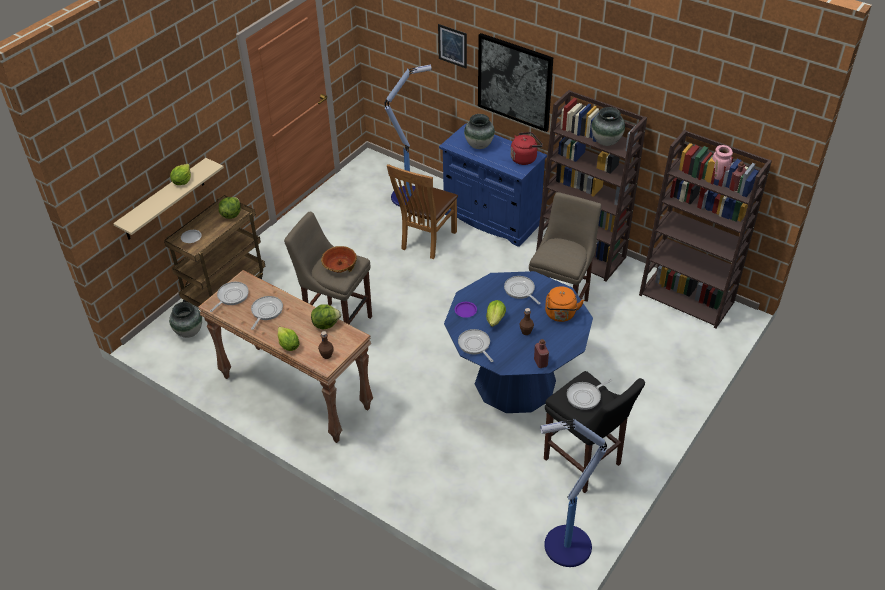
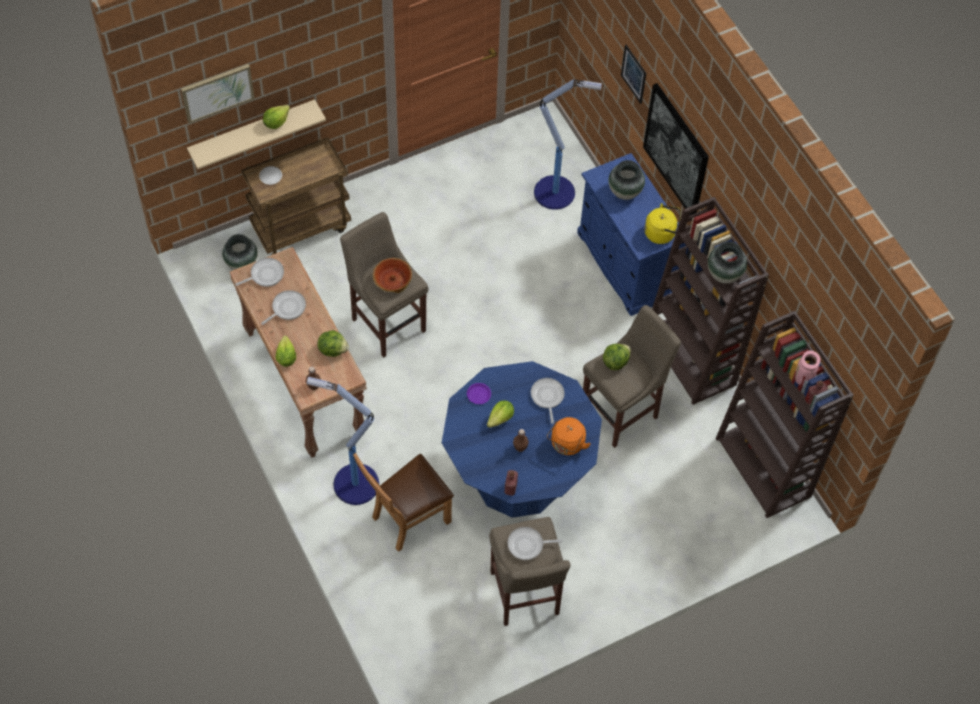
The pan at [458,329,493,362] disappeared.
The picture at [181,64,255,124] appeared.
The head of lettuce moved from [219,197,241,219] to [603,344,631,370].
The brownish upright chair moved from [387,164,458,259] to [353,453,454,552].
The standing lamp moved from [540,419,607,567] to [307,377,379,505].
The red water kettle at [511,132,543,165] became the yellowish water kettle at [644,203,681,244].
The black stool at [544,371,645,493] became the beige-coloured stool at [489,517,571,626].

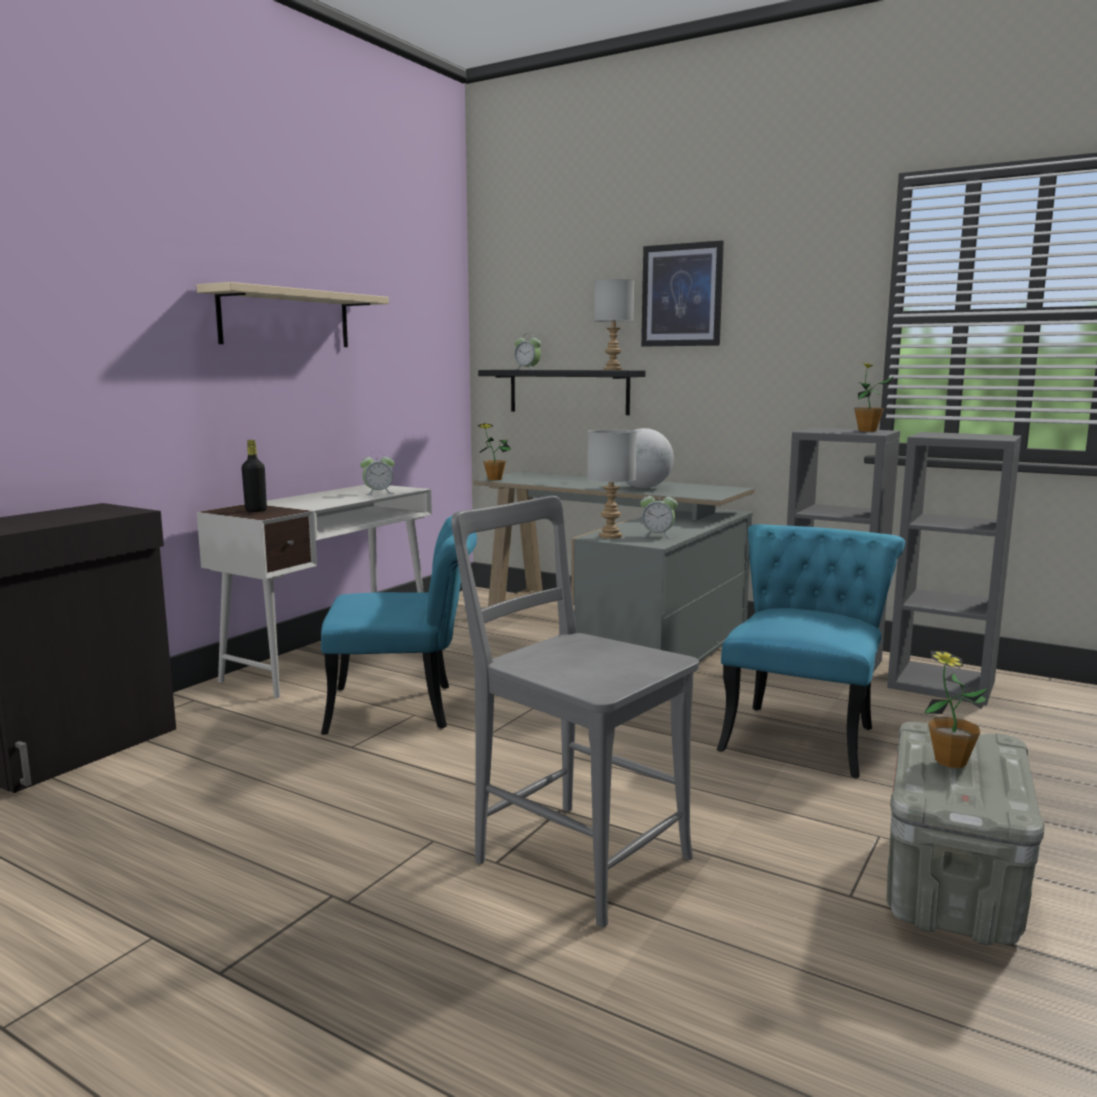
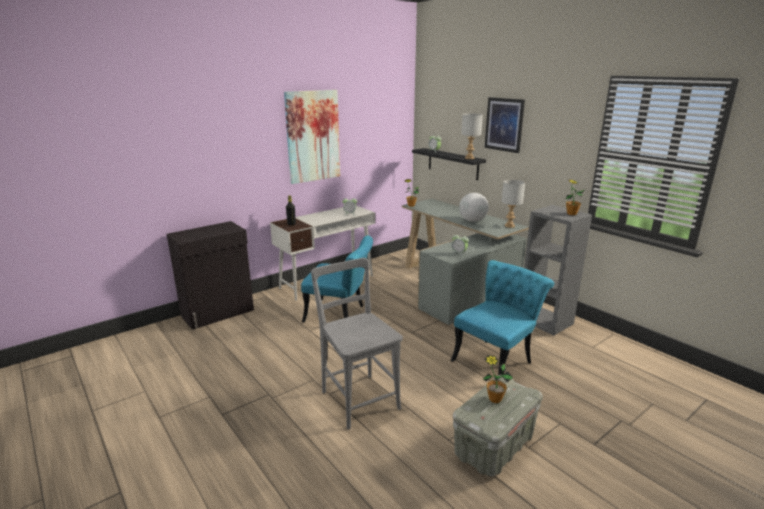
The grey bookcase at [887,432,1021,705] disappeared.
The grey tabletop lamp moved from [587,430,637,539] to [501,180,525,228].
The beige-coloured wall shelf at [196,282,389,347] was replaced by the picture at [284,90,340,184].

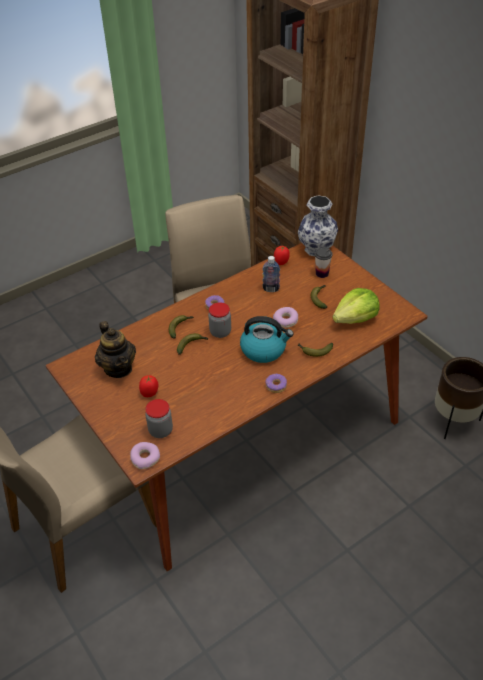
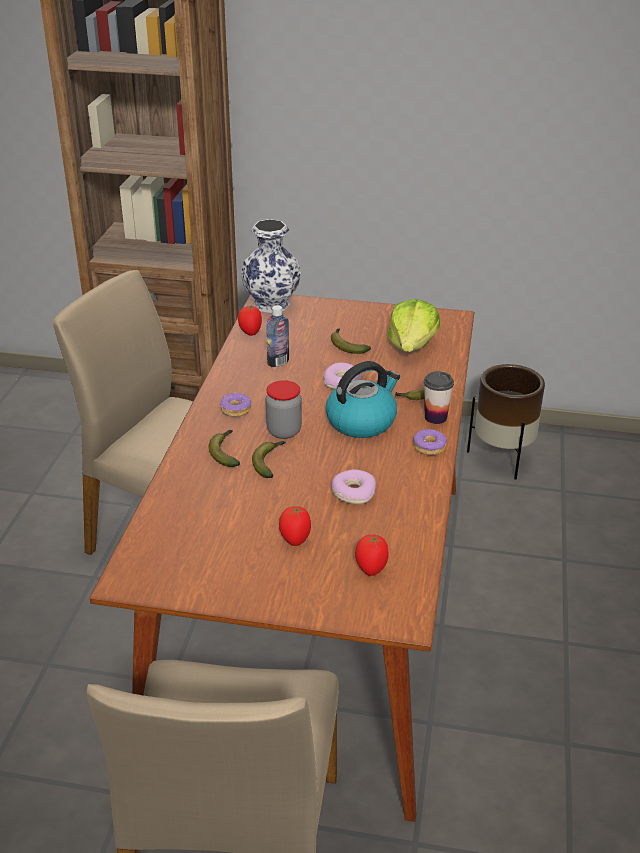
The teapot at [95,321,136,378] disappeared.
The doughnut moved from [130,442,160,469] to [331,469,376,505].
The small cup moved from [315,247,332,278] to [424,371,454,424].
The storage jar at [145,399,173,438] was replaced by the tomato at [355,534,388,576].

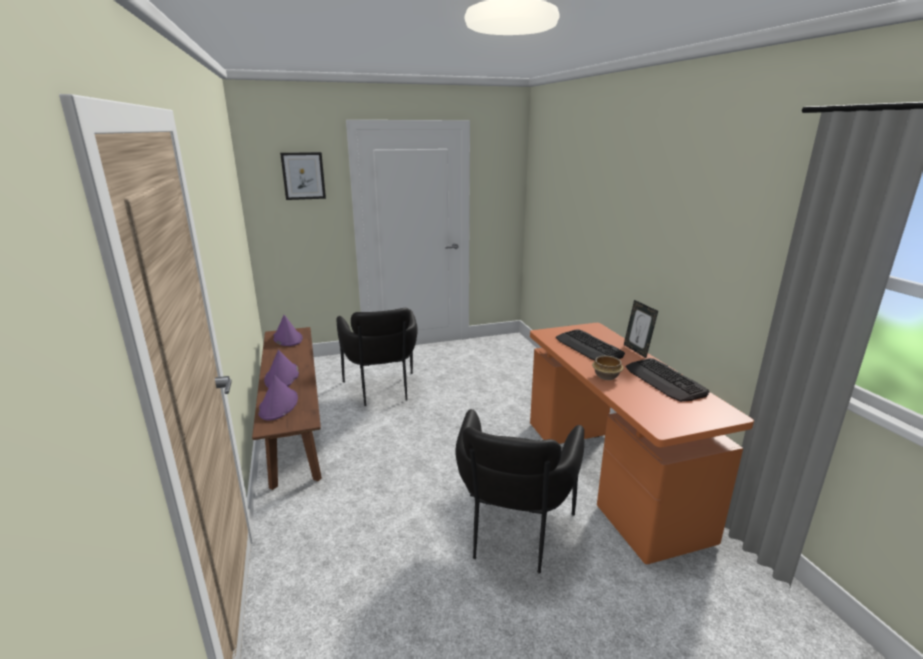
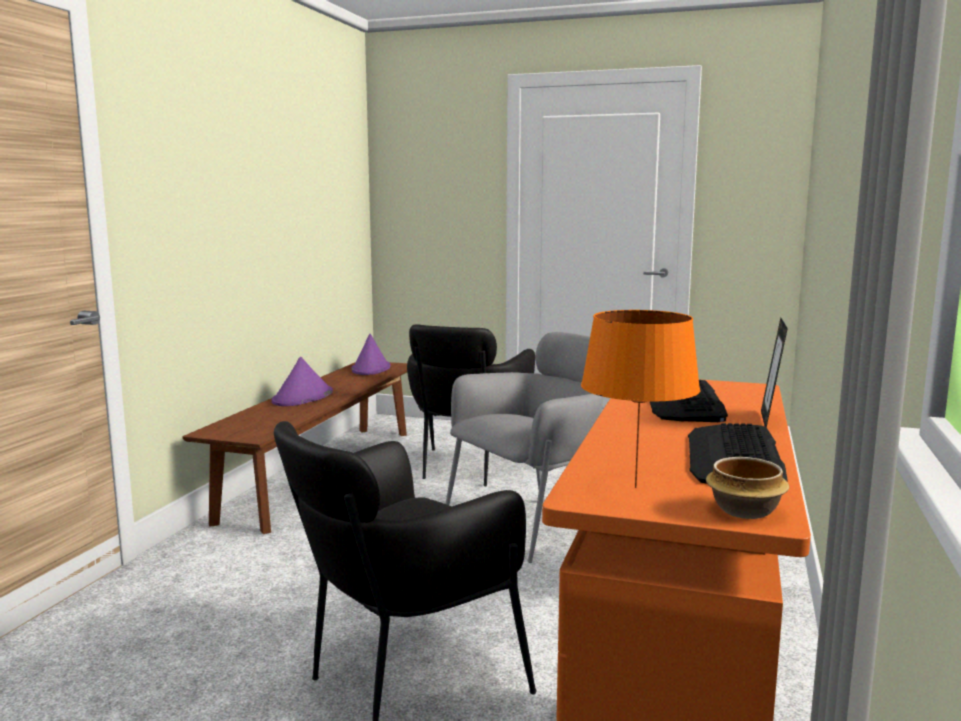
The purple wearable hat at [258,375,298,420] disappeared.
The picture at [280,152,326,200] disappeared.
The grey lounge chair at [446,332,603,563] appeared.
The orangey tabletop lamp at [581,310,700,488] appeared.
The bowl moved from [592,356,624,380] to [706,457,789,519].

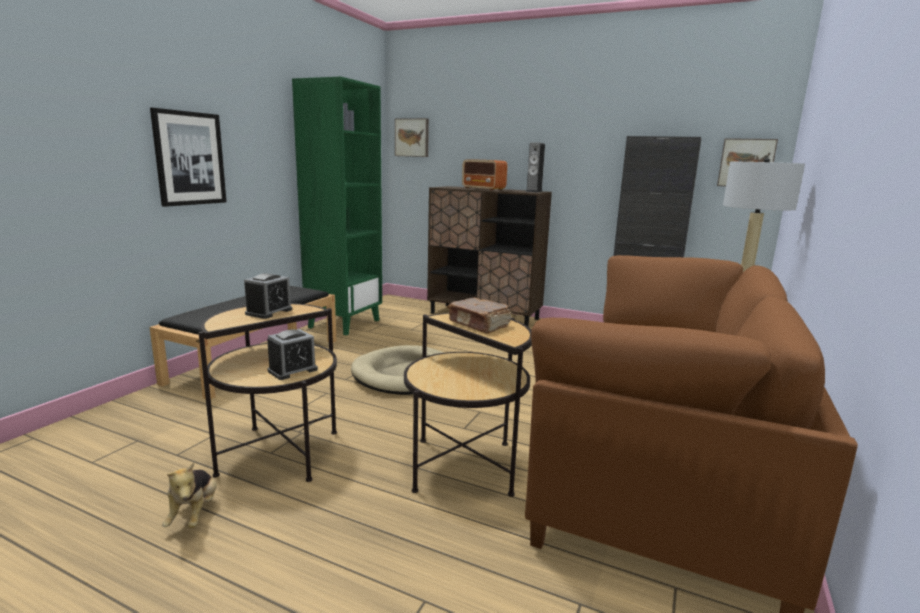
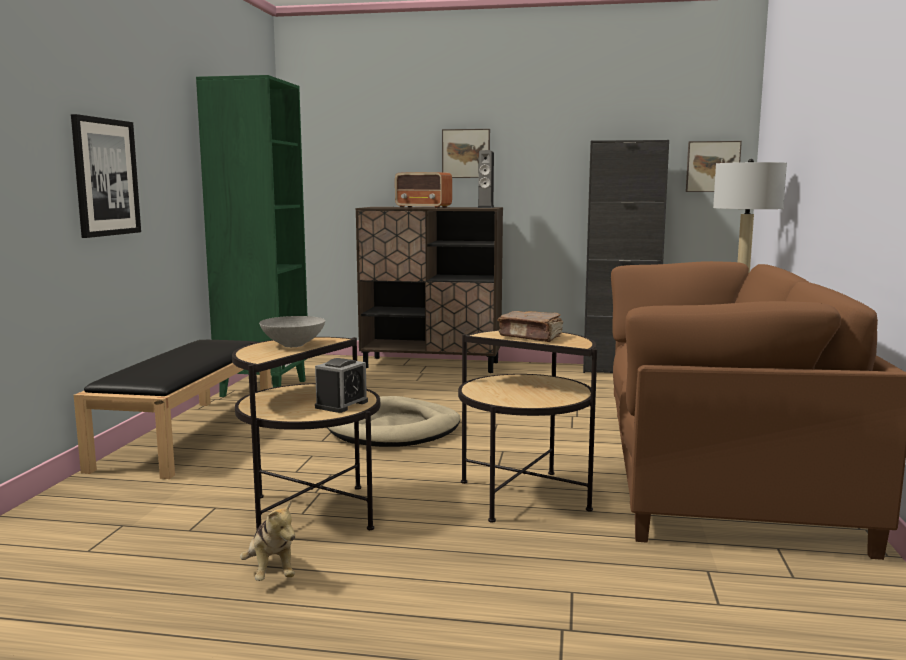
The picture moved from [395,118,429,157] to [442,129,490,178].
The alarm clock at [244,273,292,319] was replaced by the grey bowl at [259,316,325,347].

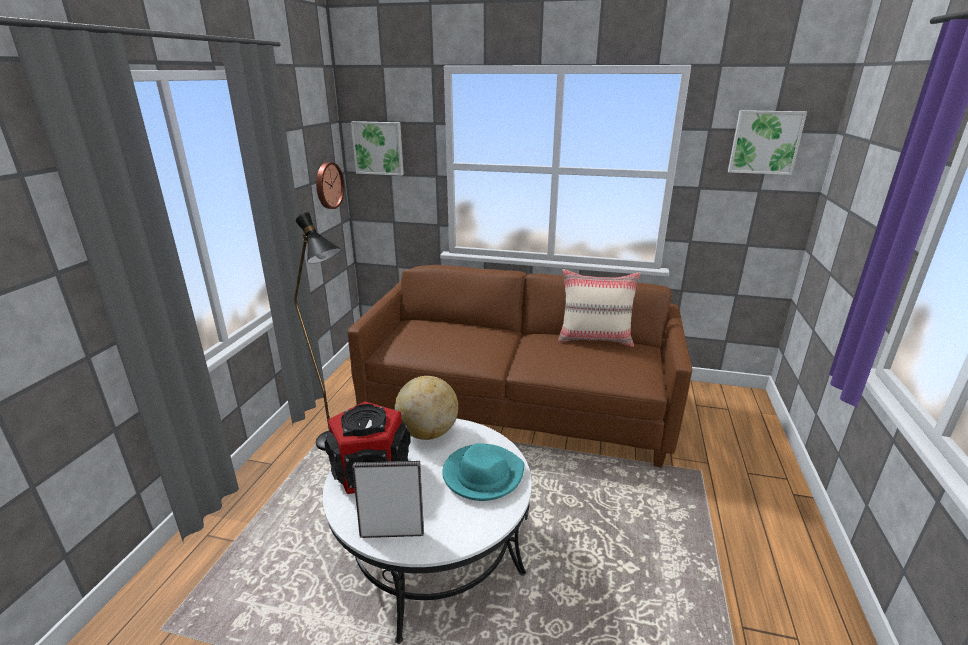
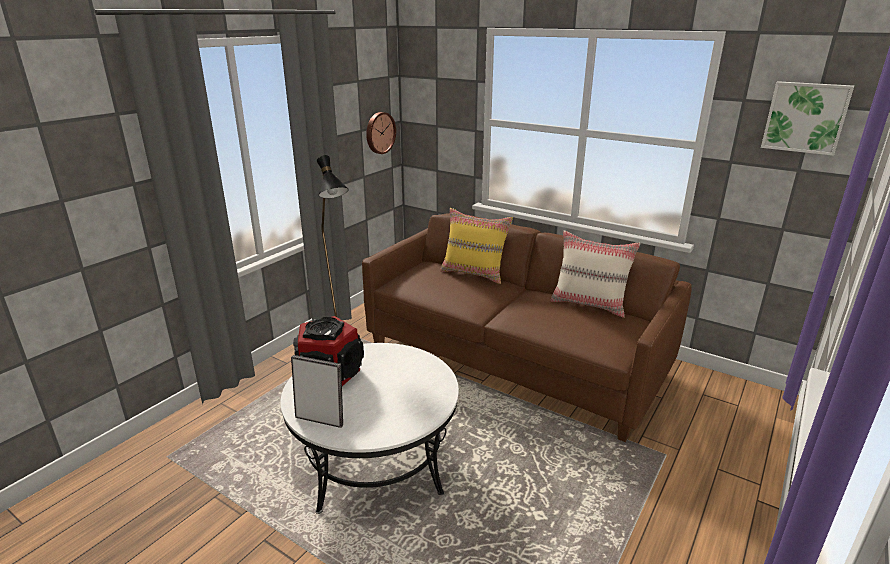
The picture at [351,121,404,176] disappeared.
The desk globe at [395,376,458,440] disappeared.
The turquoise wearable hat at [442,443,525,501] disappeared.
The yellowish throw pillow at [440,208,513,284] appeared.

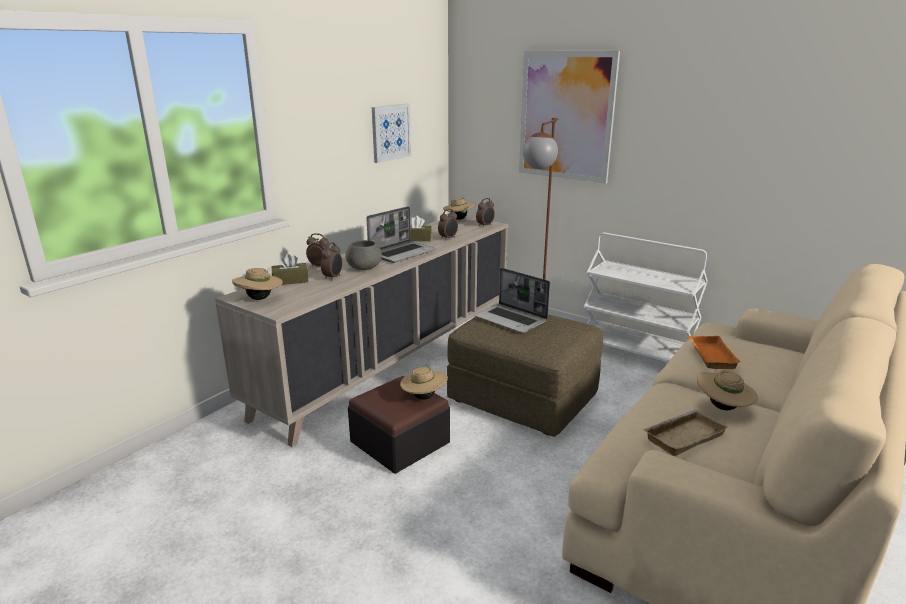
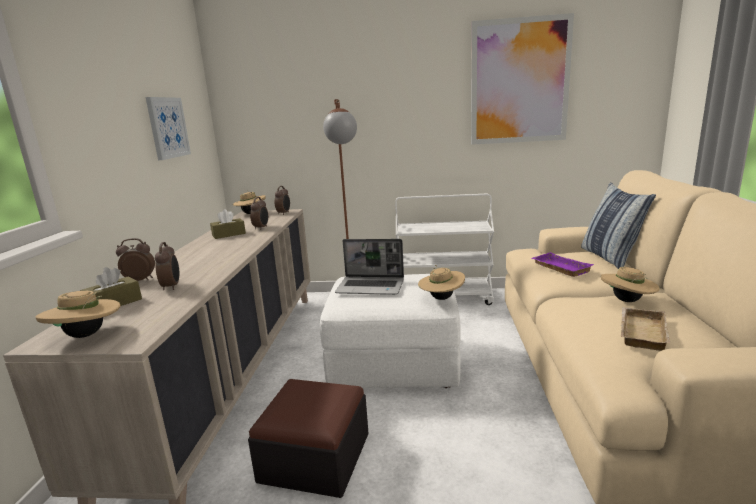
The grey bowl at [345,240,382,270] disappeared.
The laptop at [366,206,436,263] disappeared.
The throw pillow at [581,183,656,269] appeared.
The beige-coloured wearable hat moved from [400,363,448,400] to [418,265,465,300].
The picture moved from [519,51,620,184] to [471,13,574,145].
The brownish pouffe at [447,314,603,437] became the white pouffe at [320,274,461,388].
The orangey carrying tray at [688,336,741,369] became the purple carrying tray at [531,252,594,277].

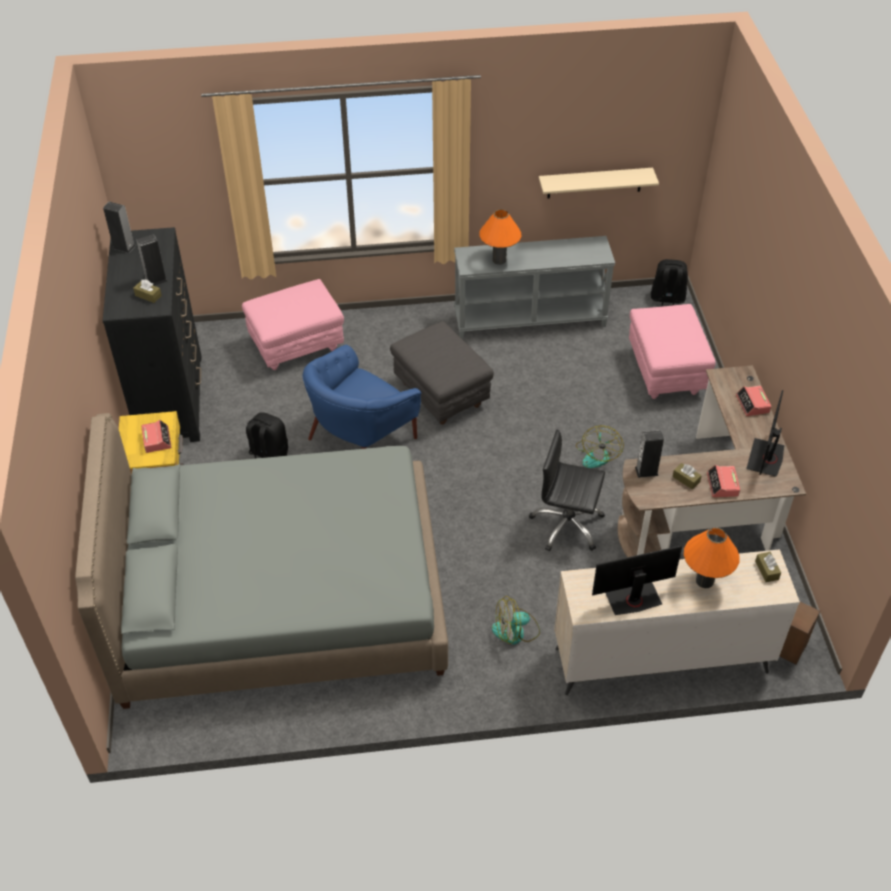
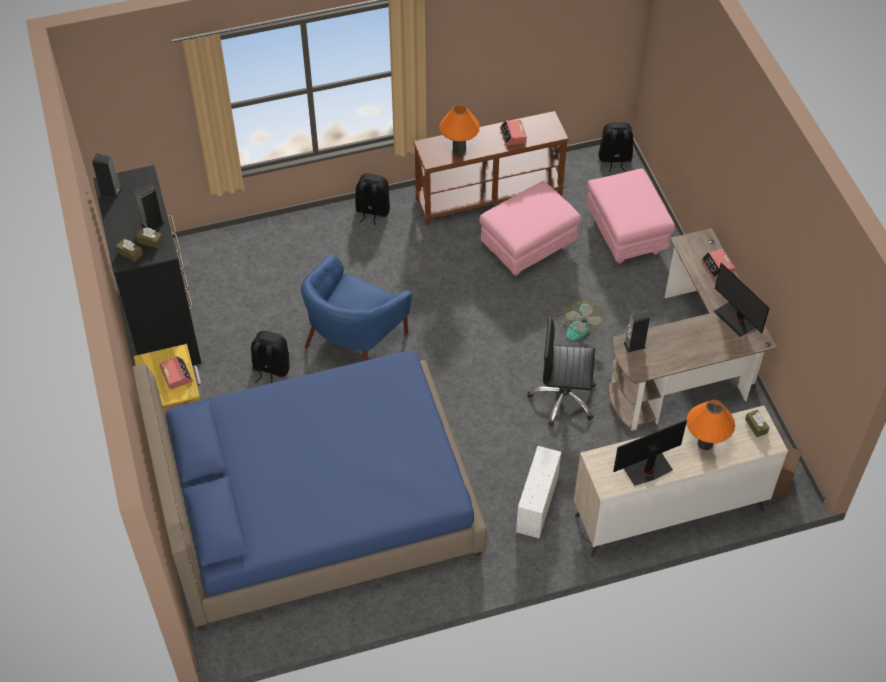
The grey pouffe at [390,321,494,425] disappeared.
The beige-coloured wall shelf at [539,168,659,198] disappeared.
The black backpack at [355,173,390,226] appeared.
The pink-coloured pouffe moved from [242,279,344,370] to [479,181,581,276].
The brownish box of tissues moved from [672,463,702,490] to [116,239,143,262].
The alarm clock moved from [707,465,740,497] to [500,119,527,146].
The electric fan at [492,596,540,644] was replaced by the white storage box at [516,446,561,539].
The grey bedroom bed at [75,413,448,709] became the blue bedroom bed at [133,351,487,630].
The grey narrow table at [454,236,615,339] became the brownish narrow table at [413,111,569,225].
The monitor at [746,390,784,477] turned 45 degrees counterclockwise.

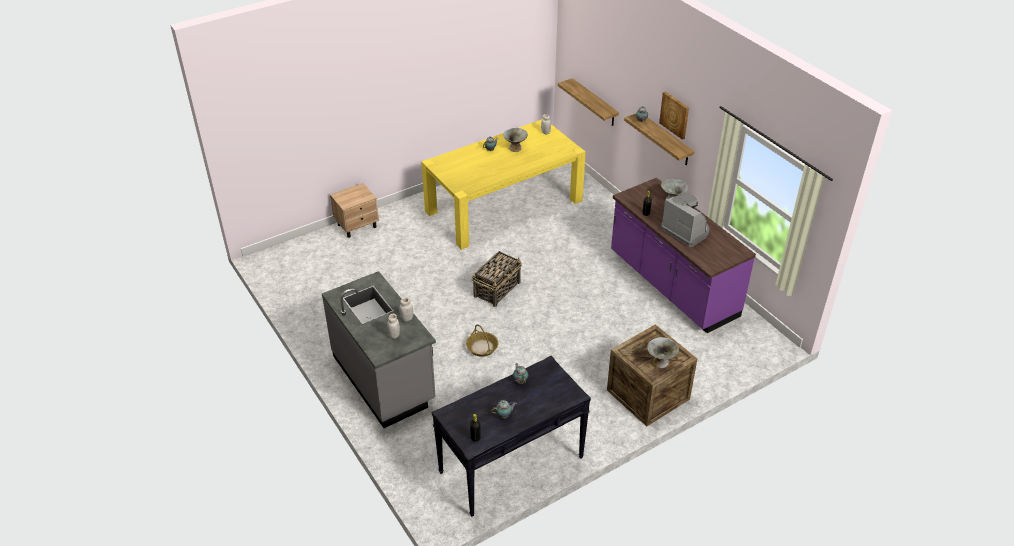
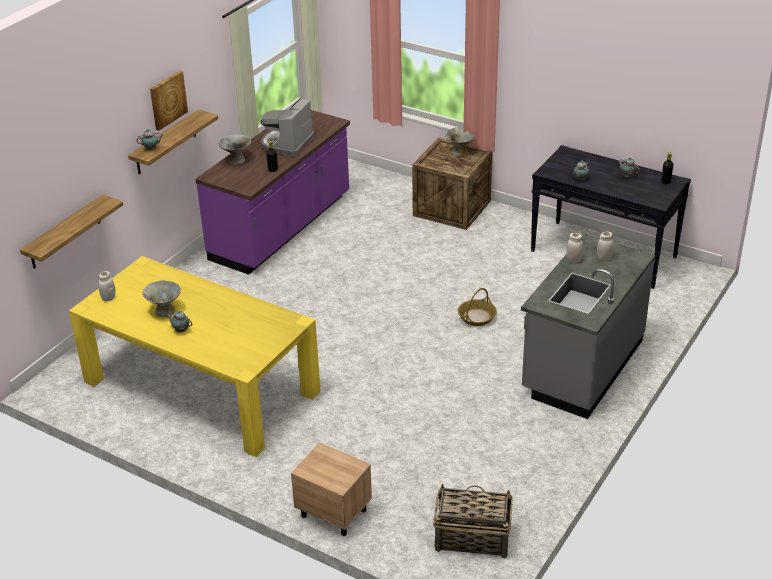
The household basket moved from [472,251,521,307] to [433,484,513,558].

